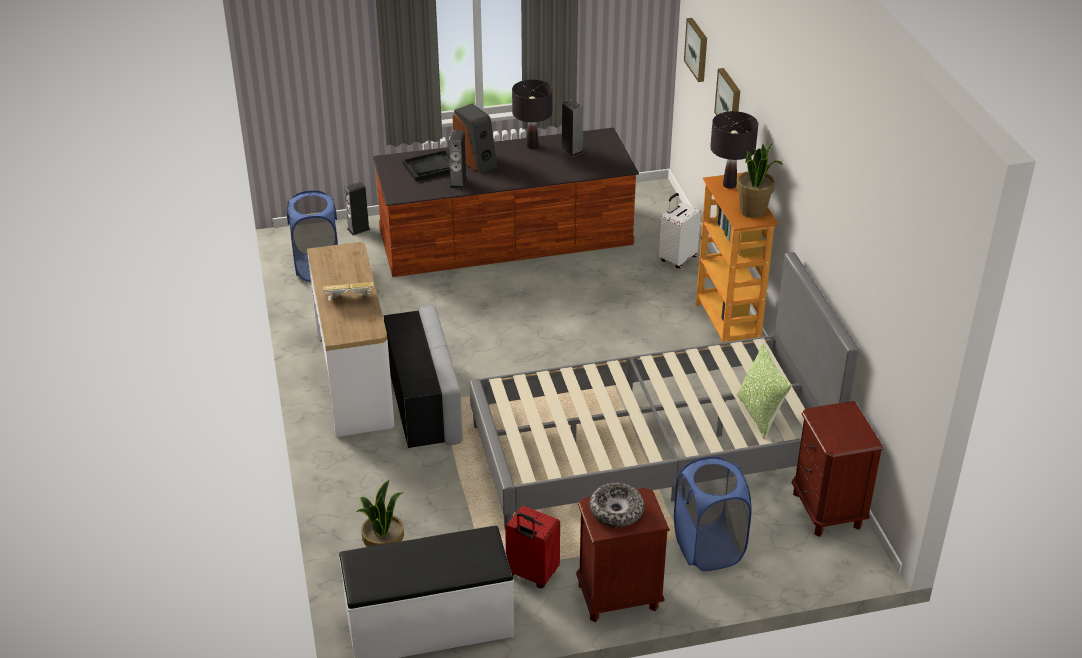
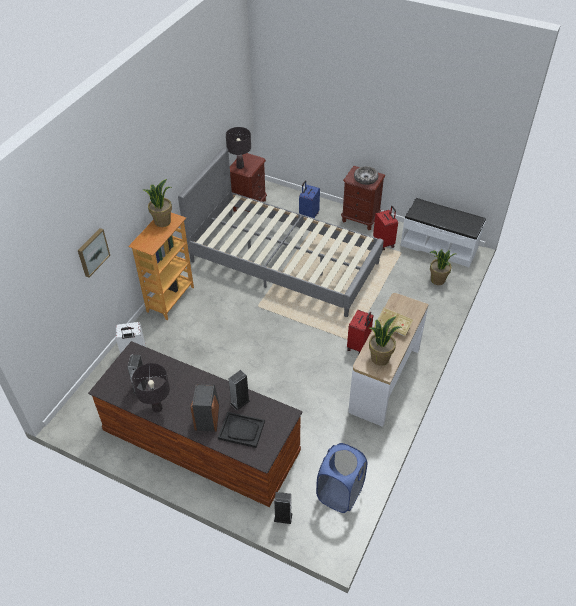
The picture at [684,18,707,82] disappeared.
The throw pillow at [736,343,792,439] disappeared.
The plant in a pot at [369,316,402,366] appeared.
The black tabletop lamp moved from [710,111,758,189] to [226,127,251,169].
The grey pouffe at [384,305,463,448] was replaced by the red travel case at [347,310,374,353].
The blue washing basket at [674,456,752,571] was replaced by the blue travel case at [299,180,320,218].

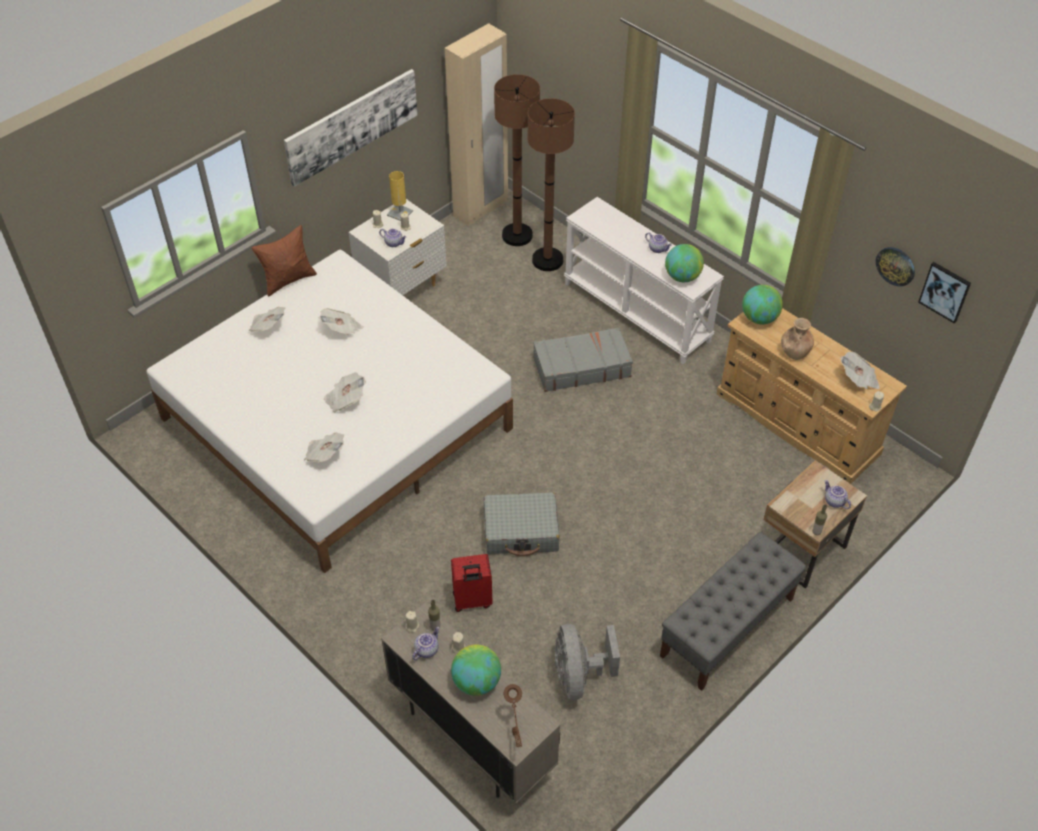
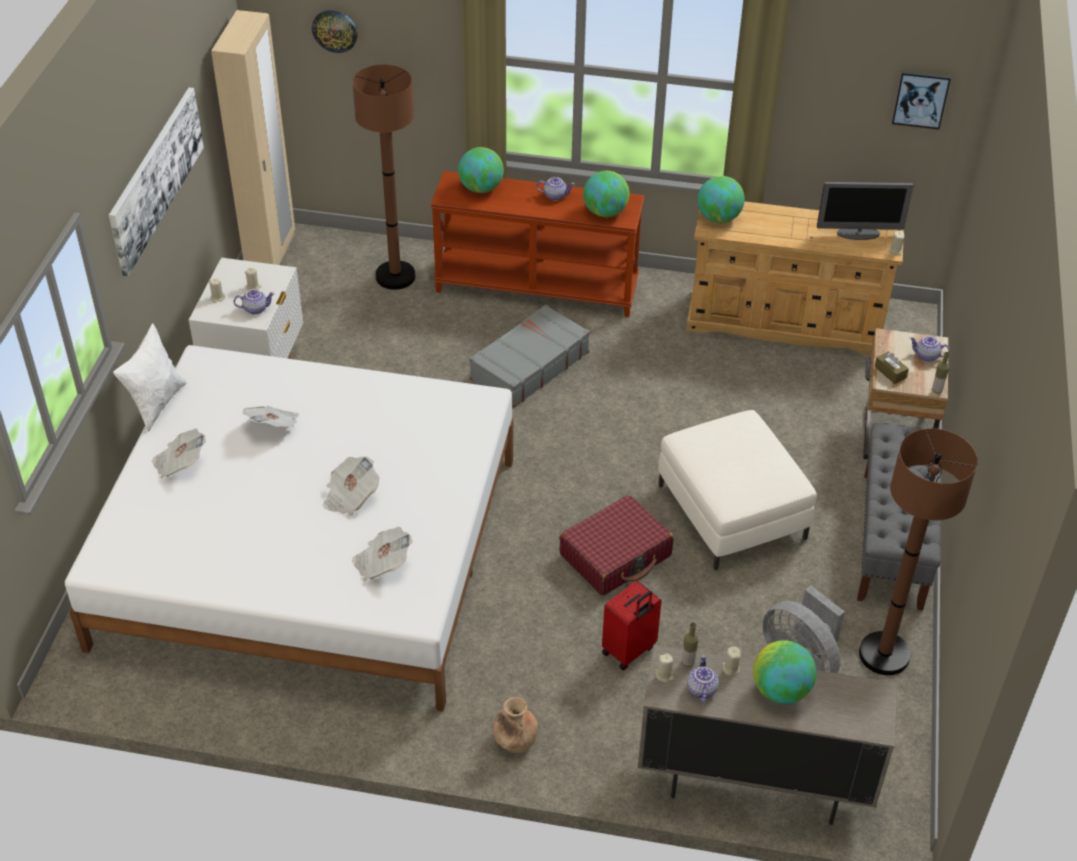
The yellowish tabletop lamp at [387,171,413,221] disappeared.
The brownish tabletop lamp at [503,684,522,748] disappeared.
The desk globe at [458,147,504,193] appeared.
The white pouffe at [658,410,817,570] appeared.
The brownish box of tissues at [874,351,909,384] appeared.
The brownish standing lamp moved from [494,74,540,246] to [859,428,978,675].
The brownish flower vase moved from [781,318,814,360] to [492,697,538,753].
The wall clock moved from [876,247,915,286] to [312,10,358,53].
The newspaper at [841,352,880,389] was replaced by the monitor at [817,182,913,240].
The brownish throw pillow at [251,225,317,297] became the white throw pillow at [113,323,186,432].
The grey travel case at [484,492,559,556] became the red travel case at [559,495,673,595].
The white narrow table at [564,197,724,364] became the brownish narrow table at [430,171,644,317].

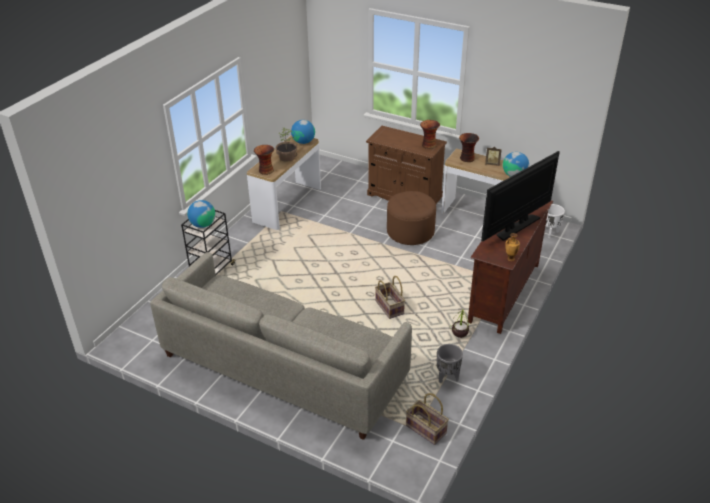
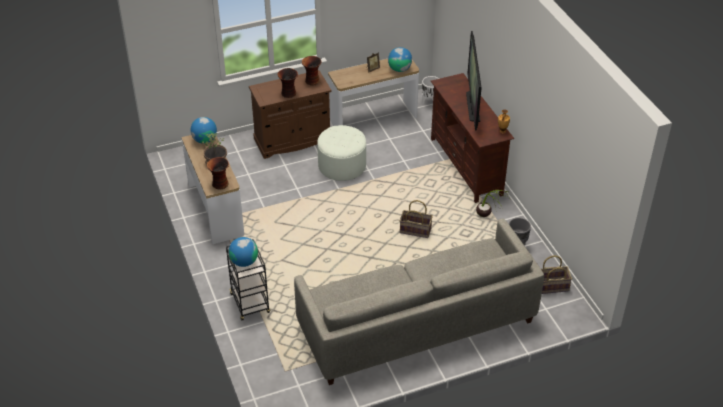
The flower vase moved from [459,133,479,162] to [277,68,298,98].
The brownish pouffe at [387,191,436,245] became the white pouffe at [317,125,366,181].

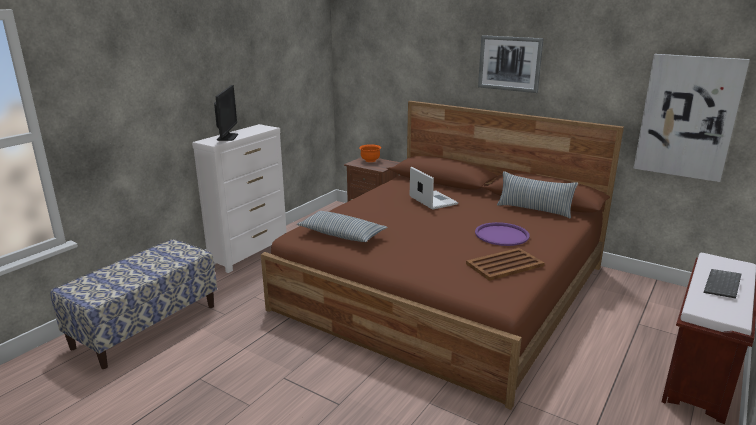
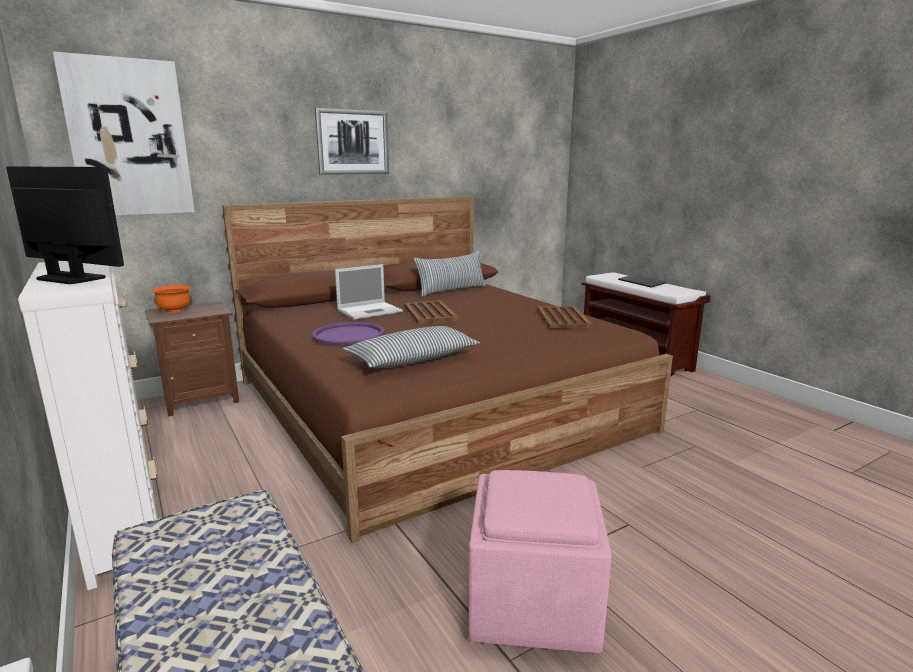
The brownish carrying tray at [404,300,459,324] appeared.
The pink-coloured pouffe at [468,470,612,653] appeared.
The purple carrying tray moved from [475,222,530,246] to [312,322,384,345].
The picture moved from [633,54,750,182] to [53,52,195,215].
The laptop at [410,167,458,210] turned 150 degrees clockwise.

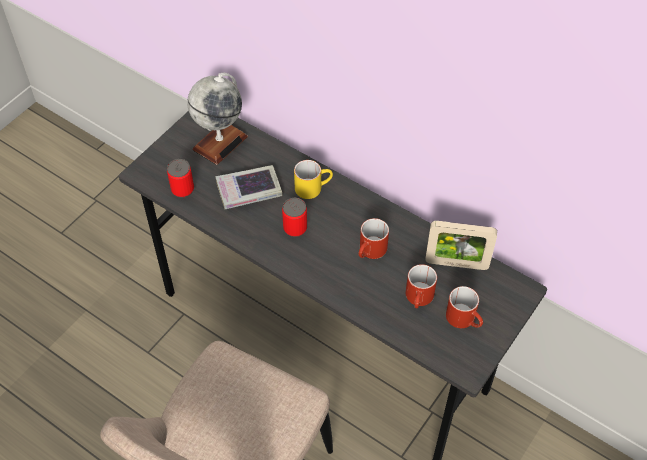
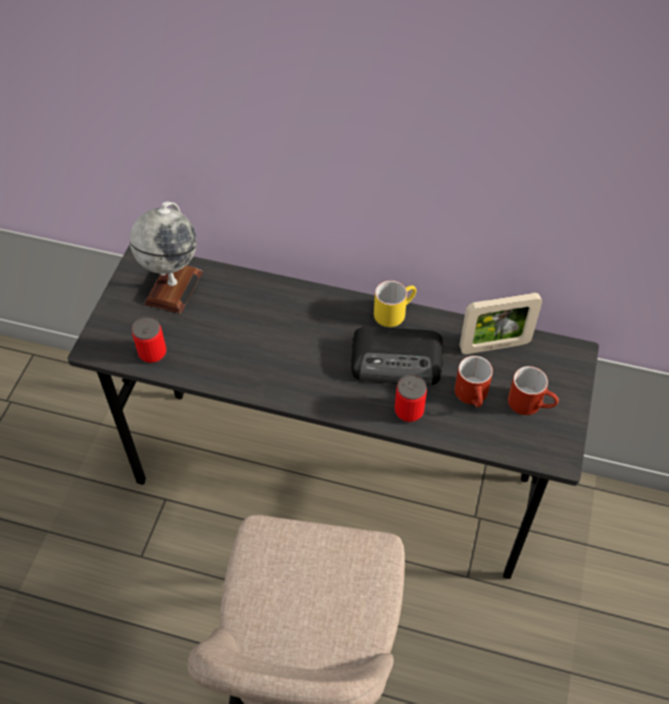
The book at [215,165,282,209] disappeared.
The can moved from [282,198,307,237] to [394,375,427,422].
The yellowish tea mug moved from [294,160,333,199] to [374,280,416,327].
The red tea mug at [358,218,389,259] was replaced by the radio set at [351,326,443,385].

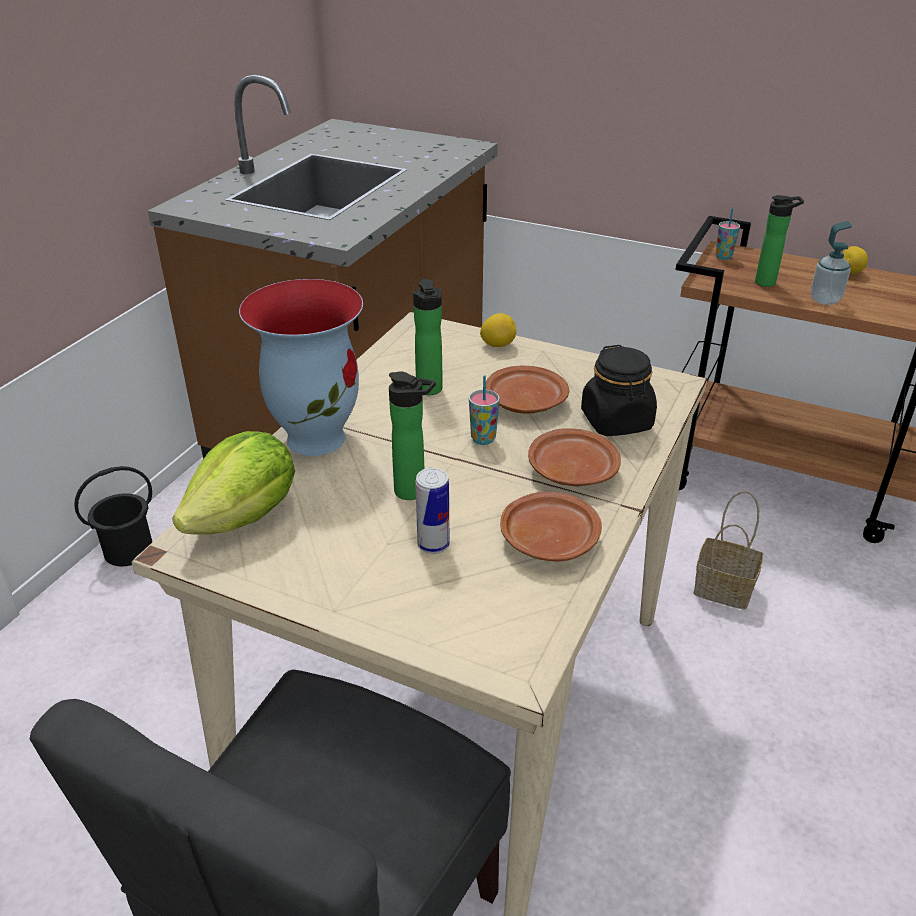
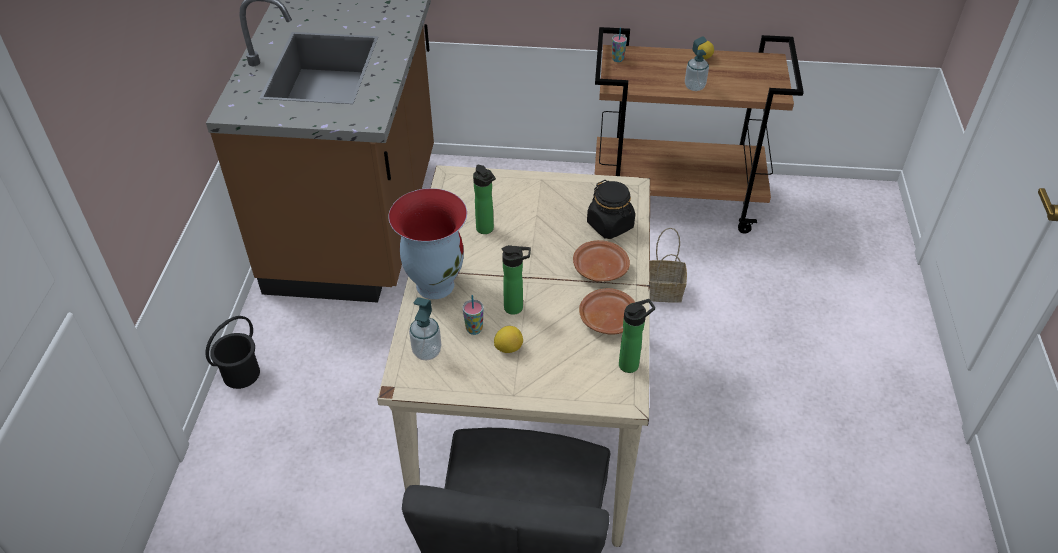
The can at [415,468,450,554] disappeared.
The brownish flat dish at [486,365,569,414] disappeared.
The small cup moved from [469,375,500,445] to [463,295,484,335].
The whole lemon moved from [480,313,516,347] to [494,326,523,353].
The drink bottle moved from [755,195,804,287] to [619,299,655,373].
The head of lettuce at [172,431,295,535] was replaced by the soap bottle at [409,297,441,360].

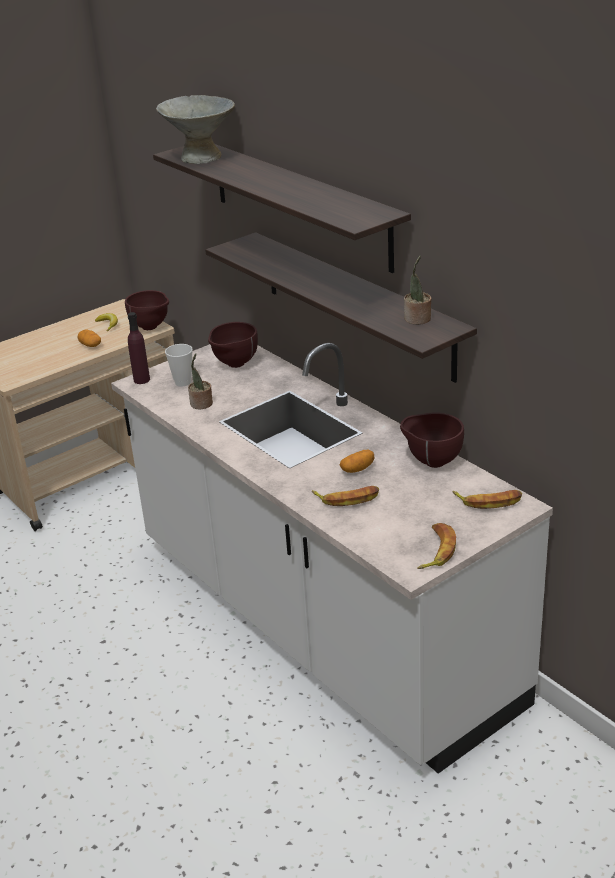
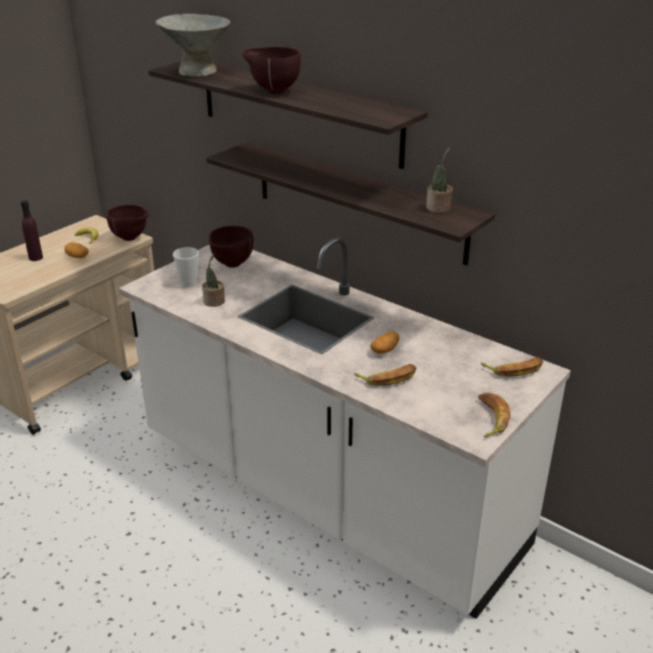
The purple drink bottle moved from [128,312,150,384] to [21,201,43,261].
The brownish bowl moved from [400,412,464,468] to [242,46,301,94].

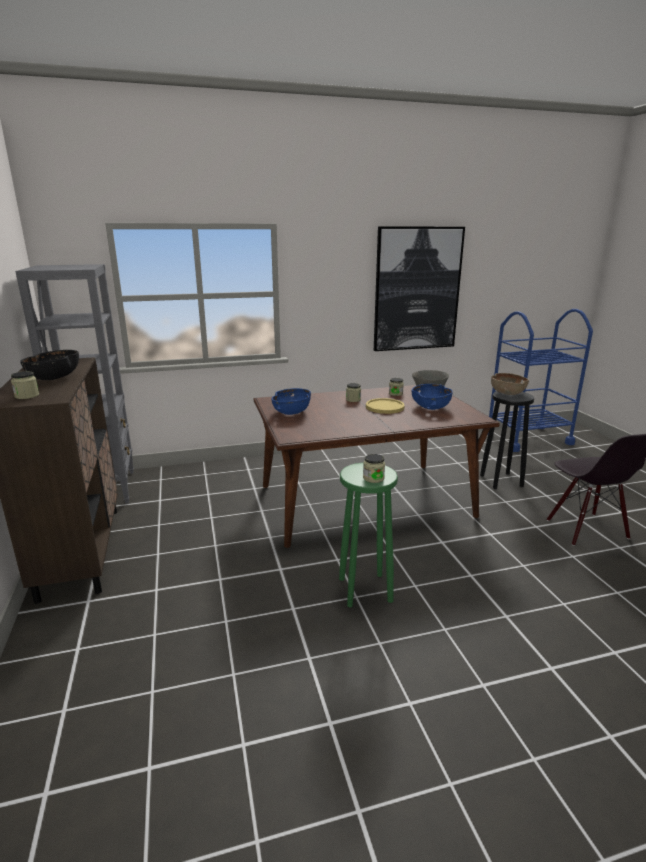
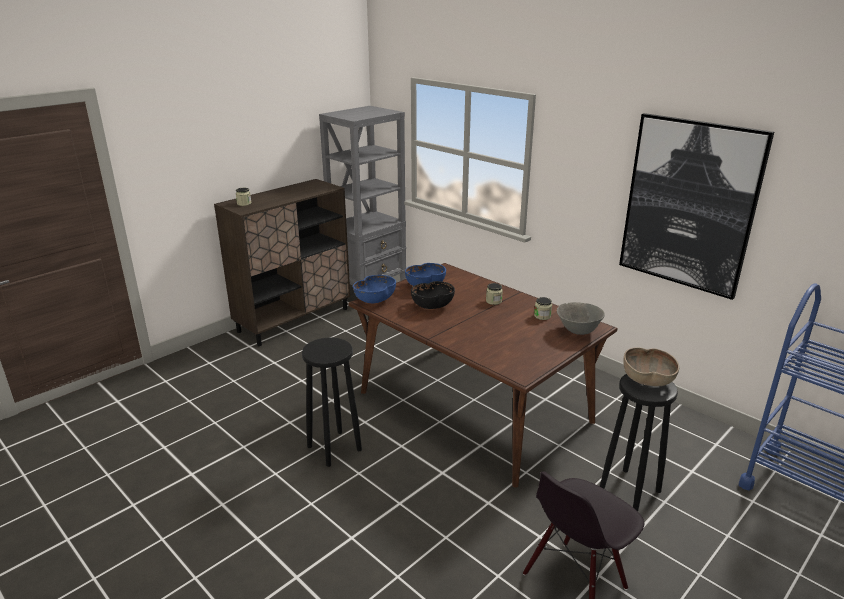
The storage jar at [363,454,385,483] disappeared.
The yellowish flat dish at [366,398,405,414] disappeared.
The black bowl moved from [20,350,79,380] to [411,281,455,309].
The blue bowl moved from [412,384,453,410] to [353,275,396,303].
The green stool at [339,463,398,607] became the black stool at [302,338,362,467].

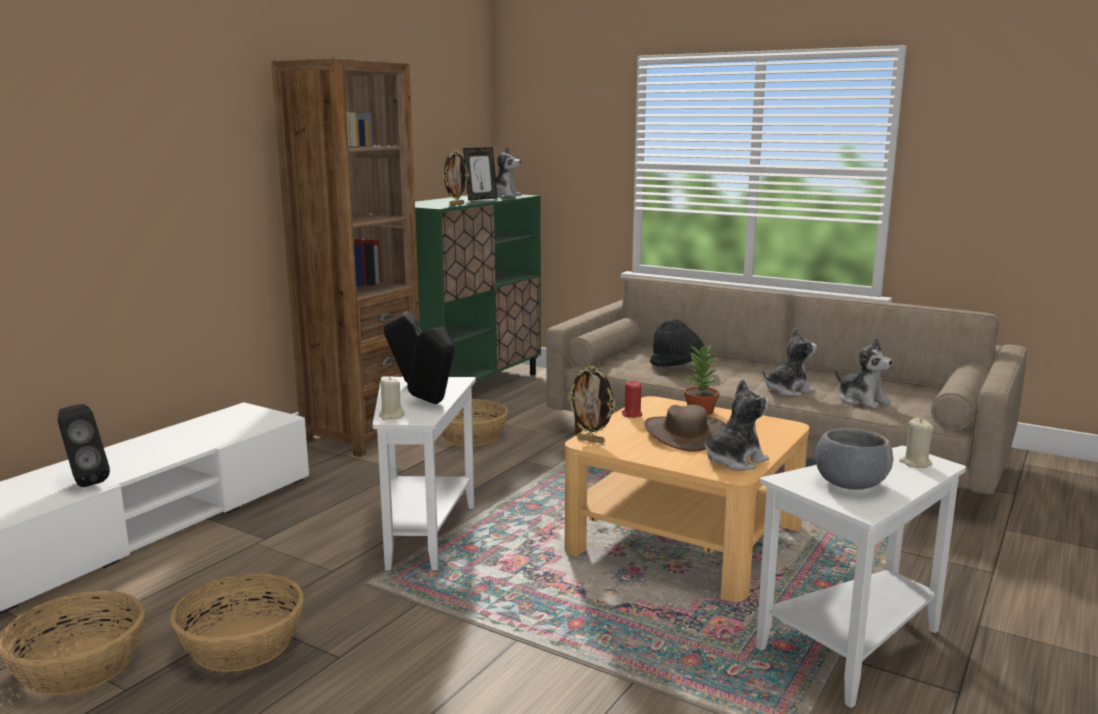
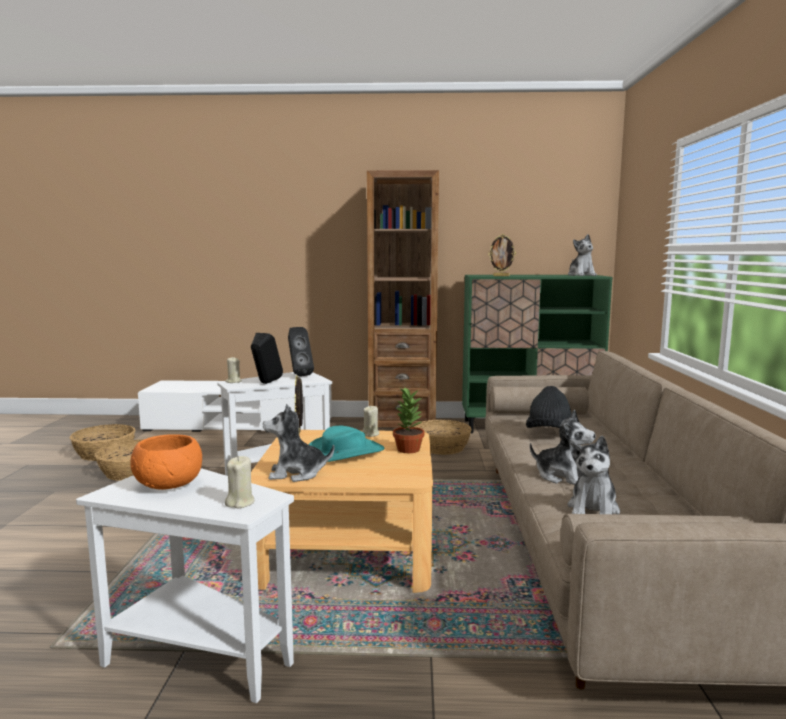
The black loudspeaker at [58,404,110,487] disappeared.
The picture frame at [463,147,497,201] disappeared.
The red wax candle at [622,380,642,418] became the beige-coloured wax candle at [362,405,379,437].
The brownish wearable hat at [644,405,726,452] became the turquoise wearable hat at [308,426,385,462].
The grey bowl at [815,428,893,490] became the orangey bowl at [130,434,202,490].
The soft toy at [705,379,770,471] turned 150 degrees clockwise.

